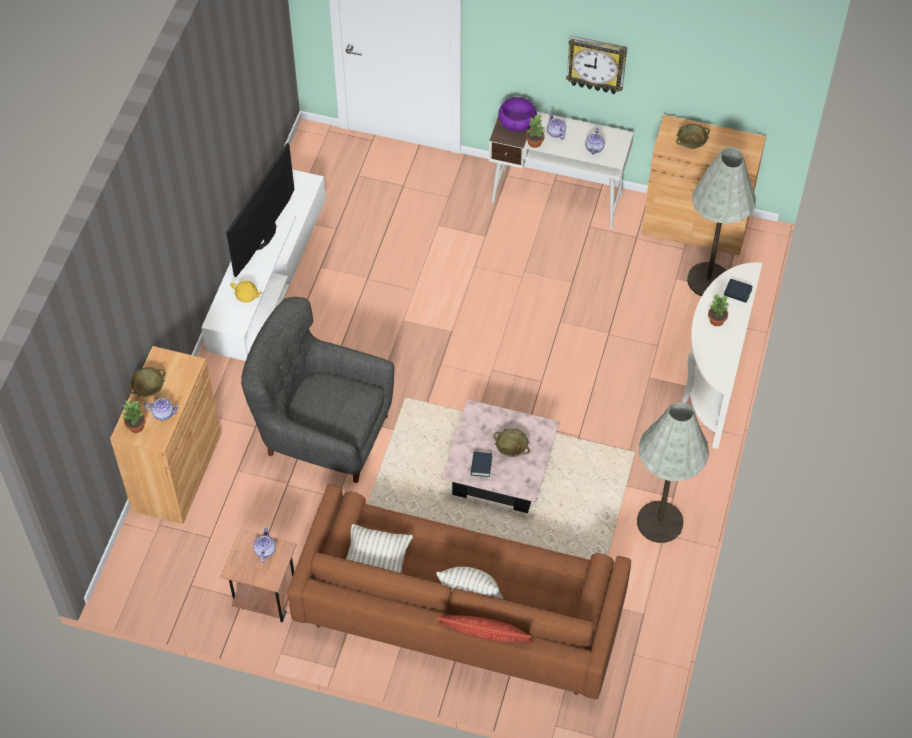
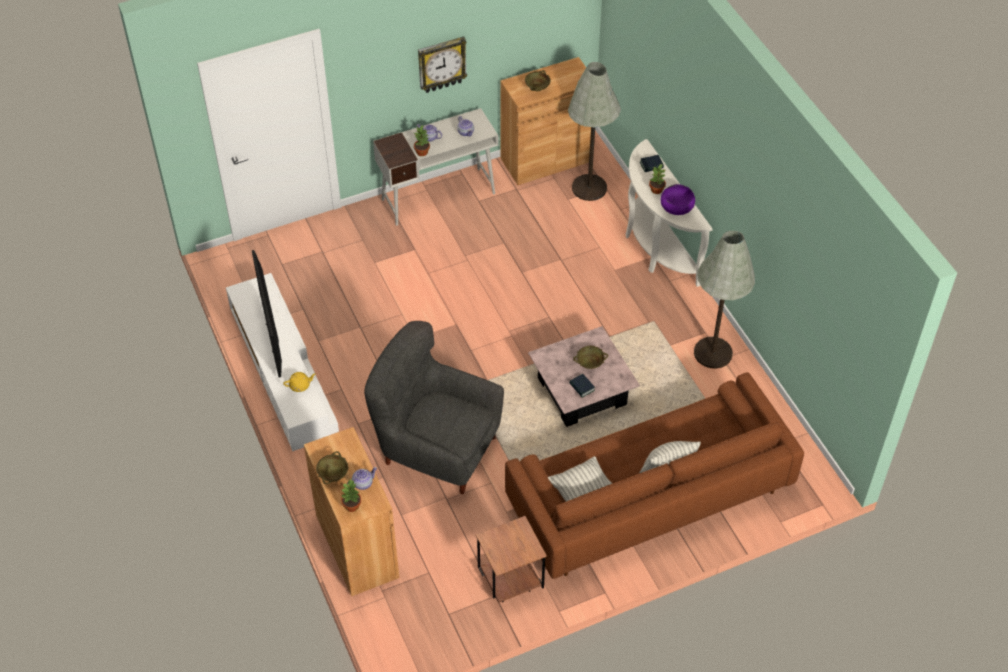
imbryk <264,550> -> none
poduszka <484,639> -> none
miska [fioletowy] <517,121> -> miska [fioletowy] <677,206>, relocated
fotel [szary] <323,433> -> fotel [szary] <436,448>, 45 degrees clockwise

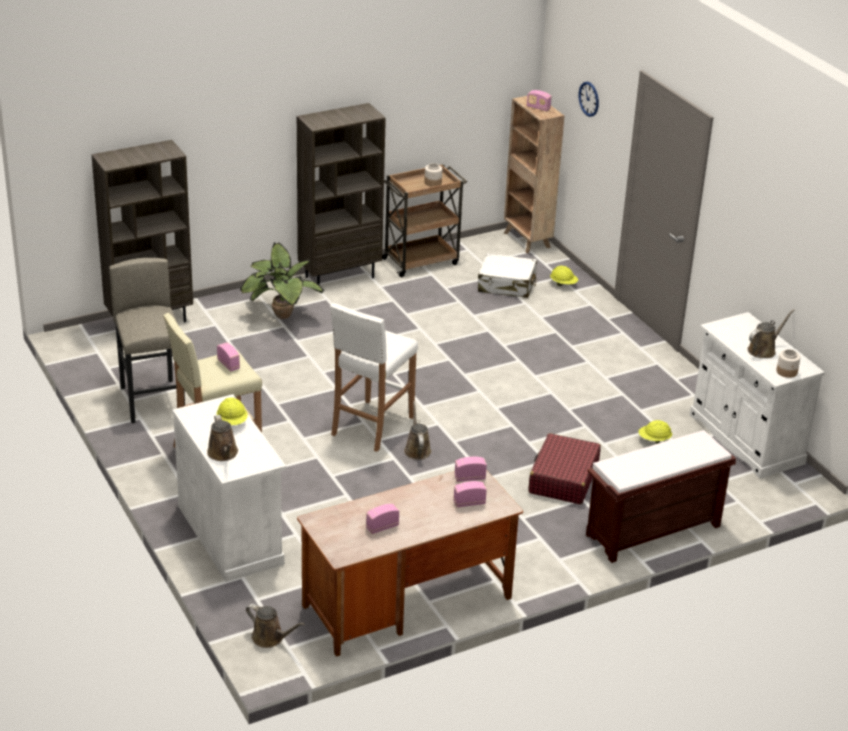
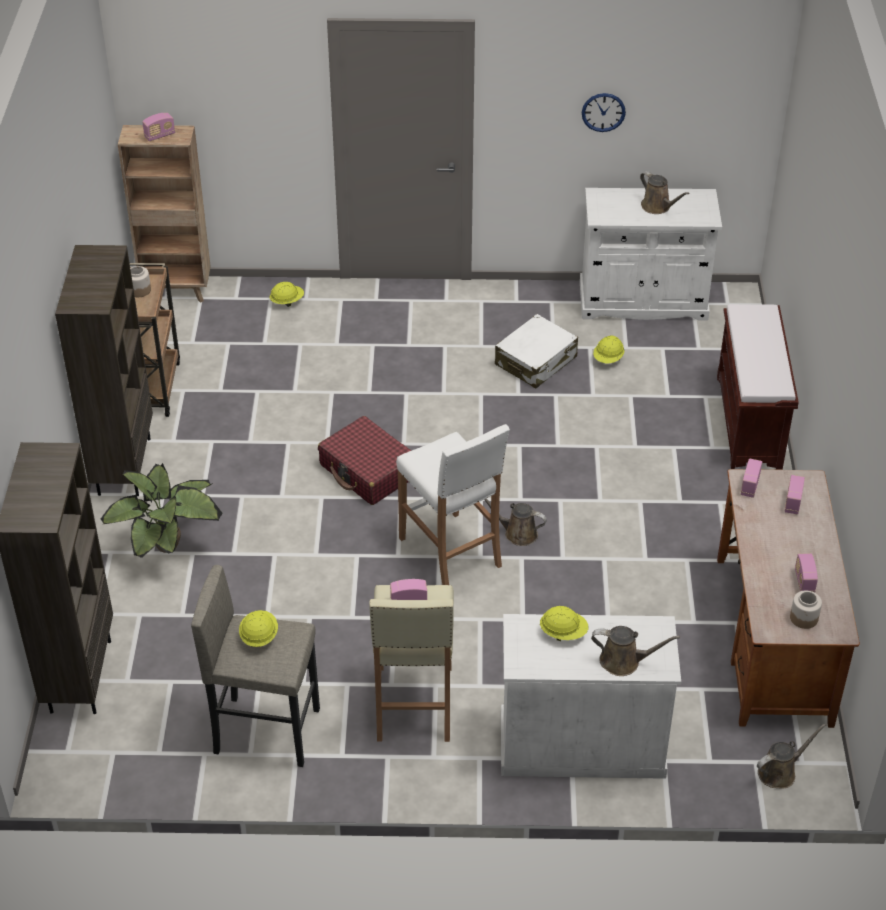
none -> kask [żółty] <259,636>
walizka [biały] <507,285> -> walizka [biały] <536,361>, relocated
walizka [czerwony] <563,479> -> walizka [czerwony] <368,471>, relocated
zegar ścienny <589,99> -> zegar ścienny <603,112>, relocated
słoik <787,372> -> słoik <804,618>, relocated
konewka [brązowy] <763,350> -> konewka [brązowy] <658,207>, 150 degrees clockwise

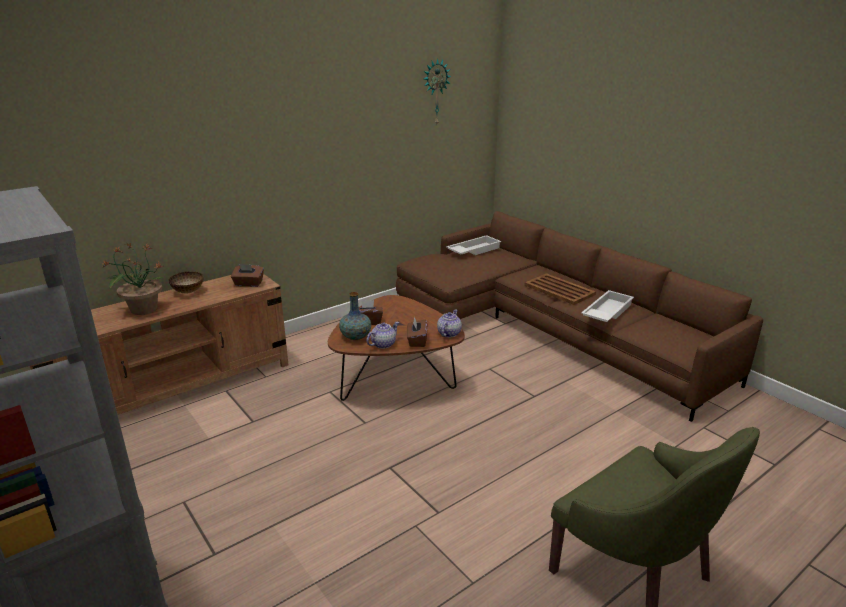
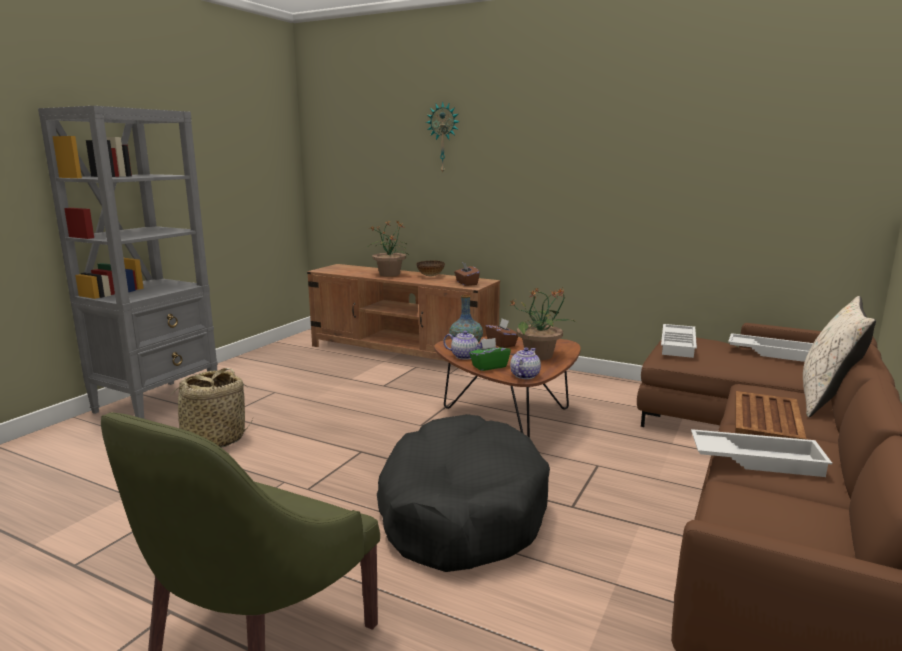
none -> koszyk <213,439>
none -> legowisko [czarny] <460,511>
none -> roślina doniczkowa <540,355>
none -> taca [biały] <679,345>
none -> poduszka [beżowy] <826,400>
zegar ścienny <435,92> -> zegar ścienny <444,138>, relocated
pudełko chusteczek [brązowy] <417,341> -> pudełko chusteczek [zielony] <489,366>
imbryk <448,333> -> imbryk <524,375>, 60 degrees counterclockwise

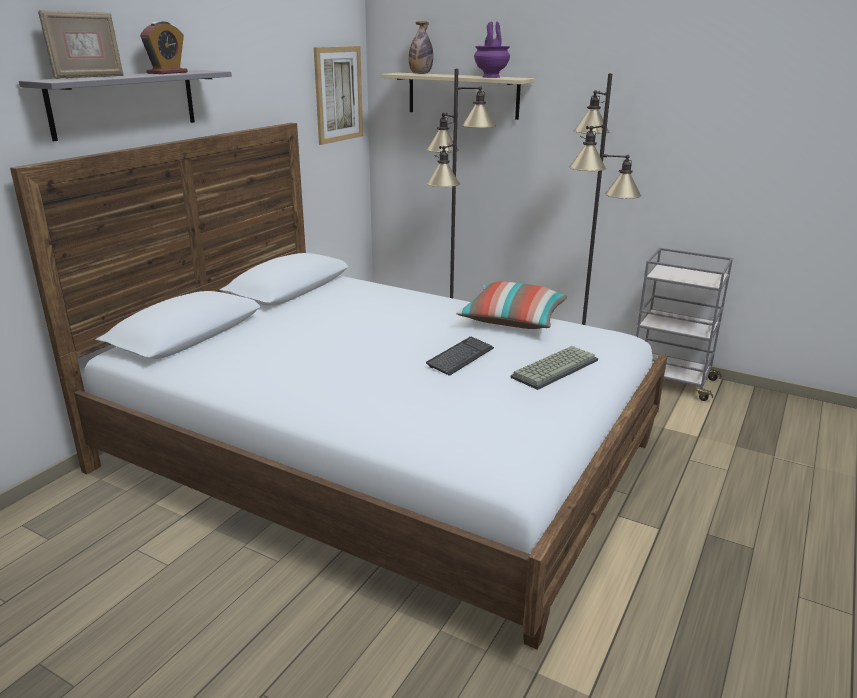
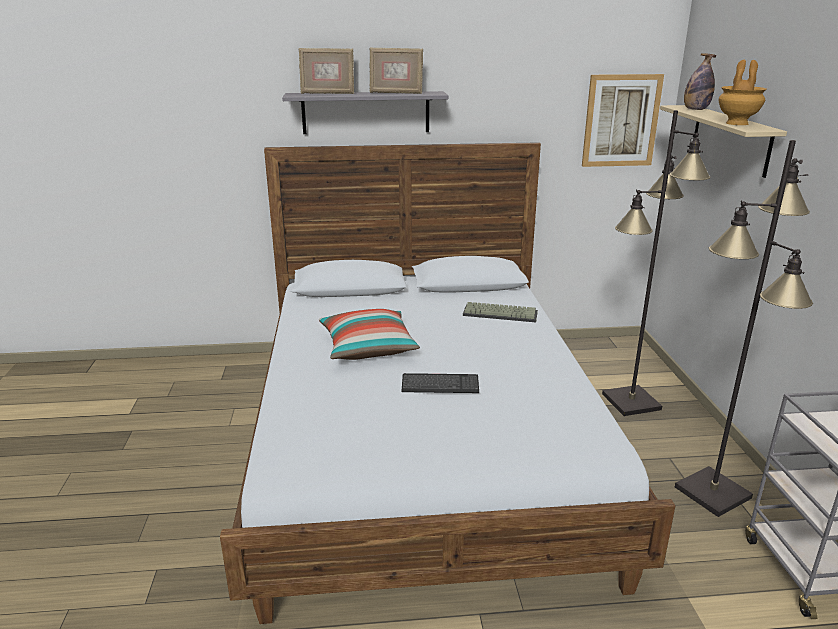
poduszka <512,320> -> poduszka <368,347>, relocated
klawiatura <554,368> -> klawiatura <501,313>, relocated
budzik <167,73> -> ramka na zdjęcie <396,93>
wazon [fioletowy] <490,77> -> wazon [brązowy] <736,123>

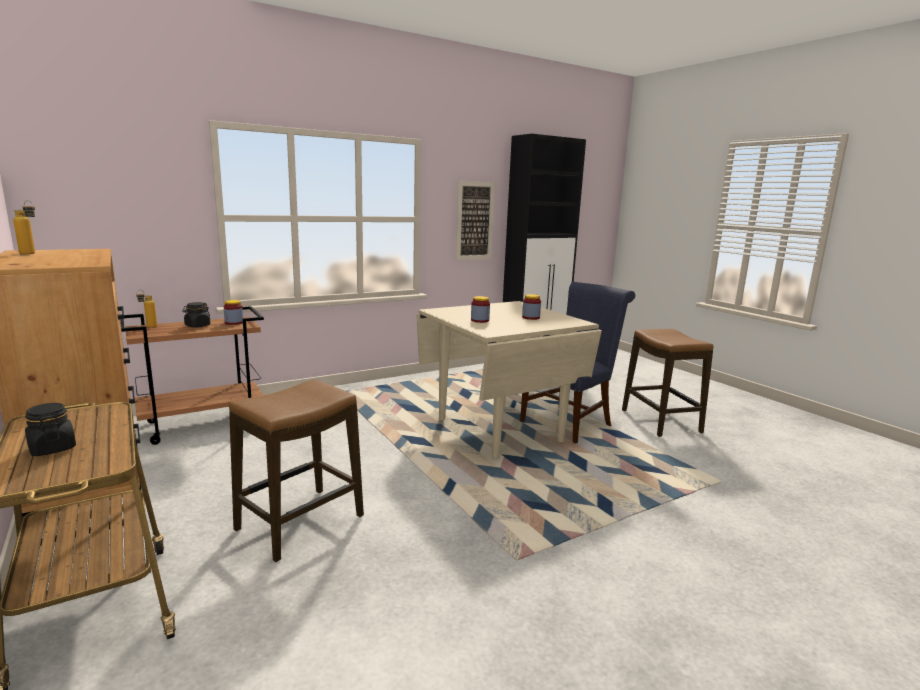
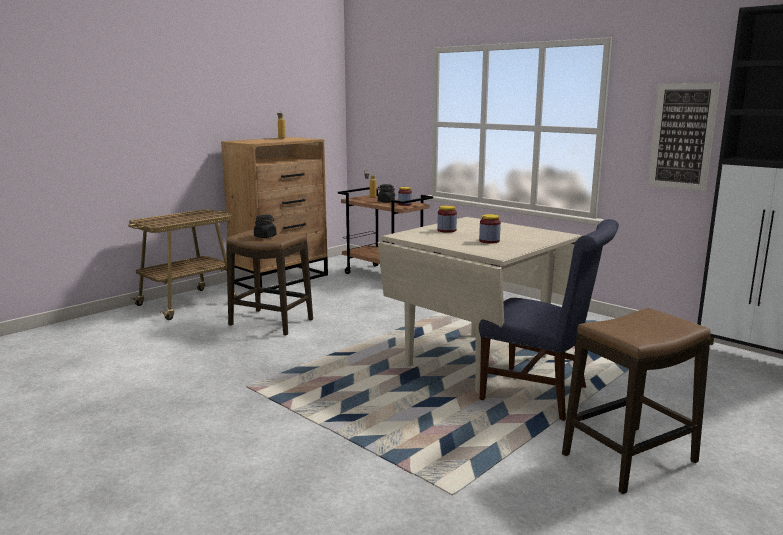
słoik [czarny] <52,448> -> słoik [czarny] <265,236>, relocated

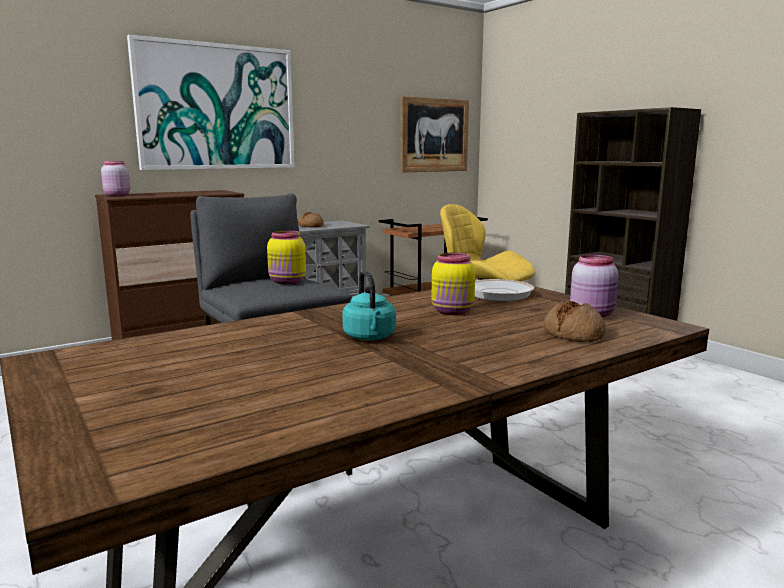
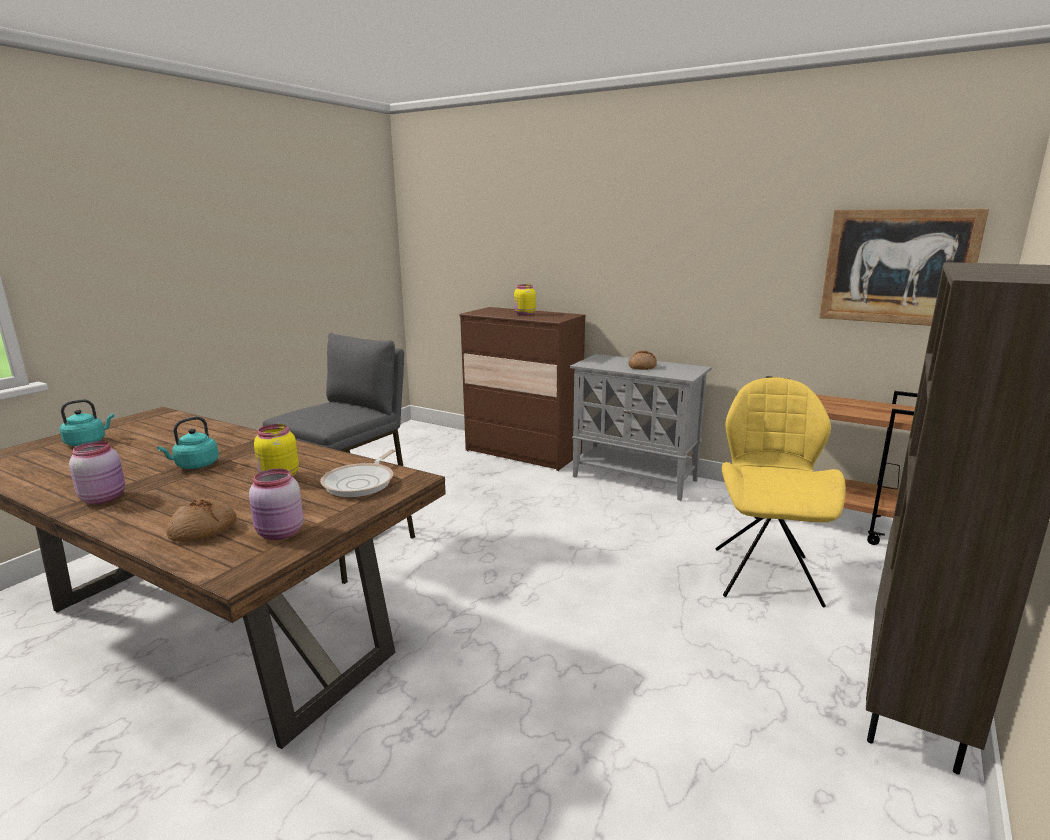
obraz <216,107> -> none
none -> czajnik [turkusowy] <88,442>
słoik [różowy] <117,195> -> słoik [różowy] <105,498>, relocated
słoik [żółty] <287,282> -> słoik [żółty] <524,314>, relocated

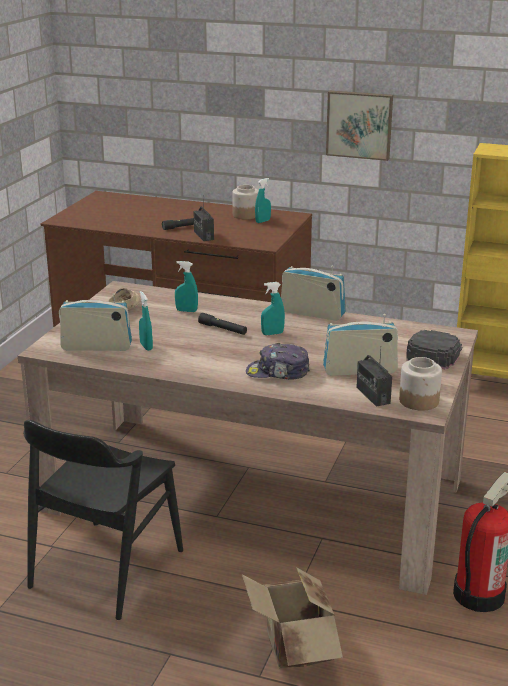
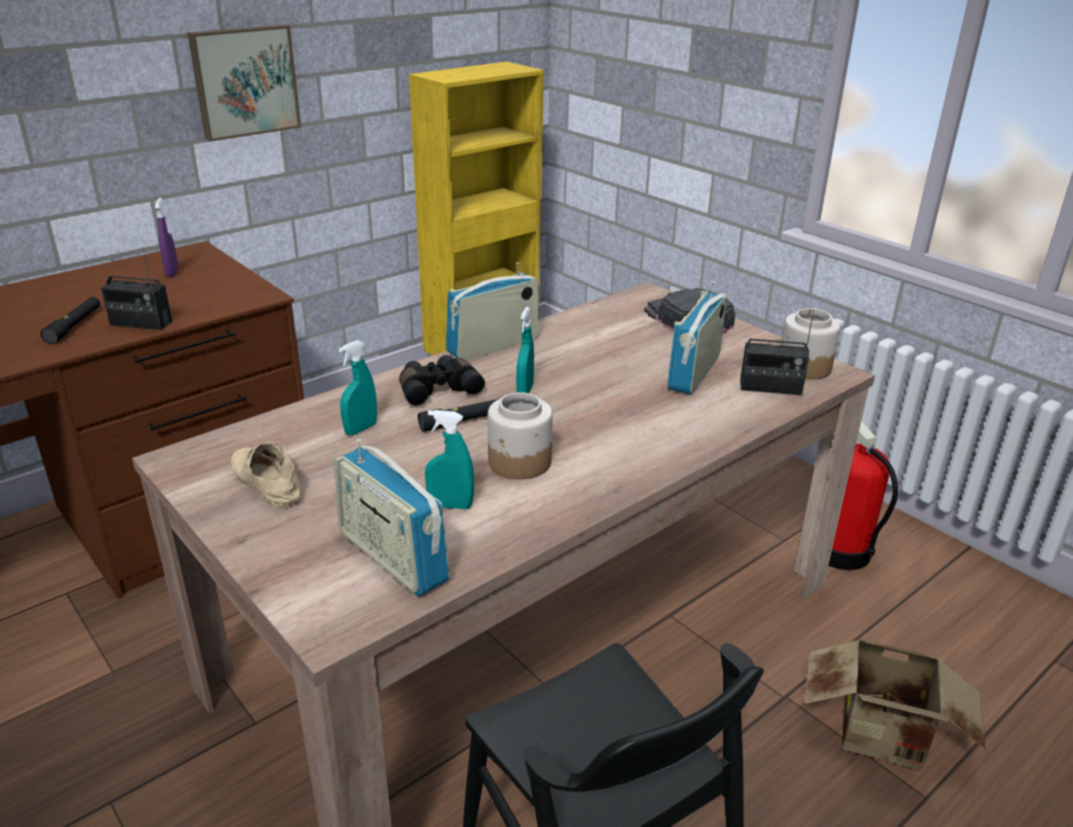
czapka z daszkiem <278,372> -> none
none -> lornetka [czarny] <438,389>
słoik <245,215> -> słoik <519,462>, relocated
spryskiwacz [turkusowy] <263,221> -> spryskiwacz [fioletowy] <172,273>
radio <96,347> -> radio <392,558>, 75 degrees counterclockwise

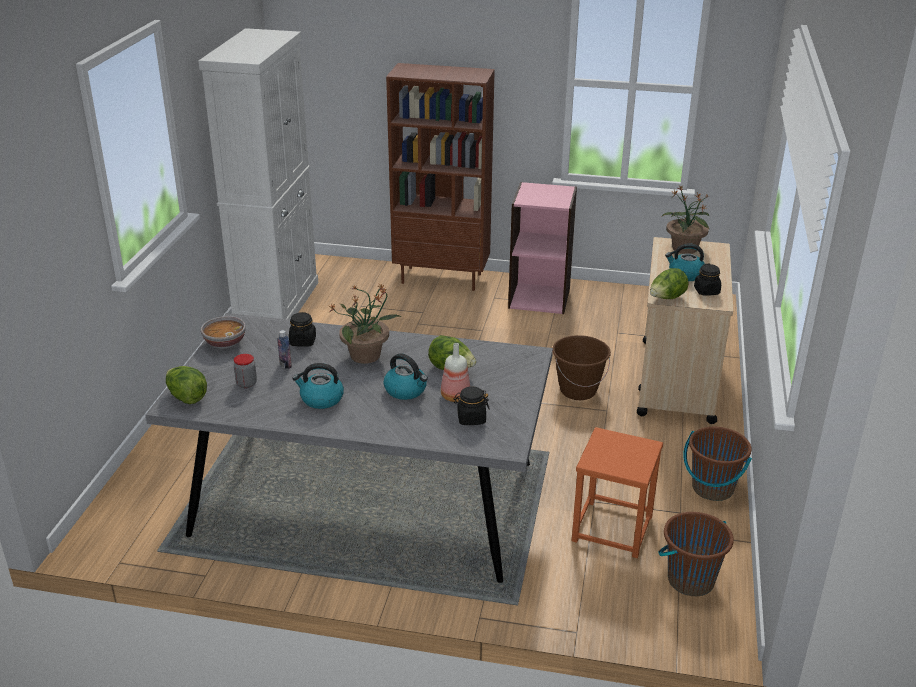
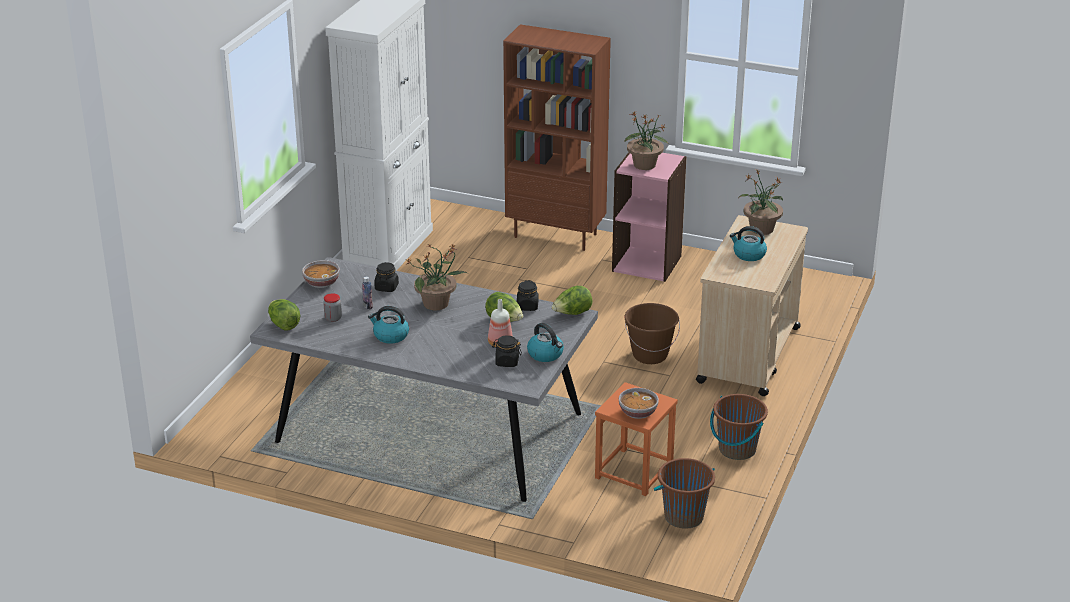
none -> miska <637,413>
none -> roślina doniczkowa <644,165>
czajnik <406,390> -> czajnik <546,354>, relocated
sałata <666,299> -> sałata <572,314>, relocated
słoik [czarny] <706,291> -> słoik [czarny] <527,306>, relocated

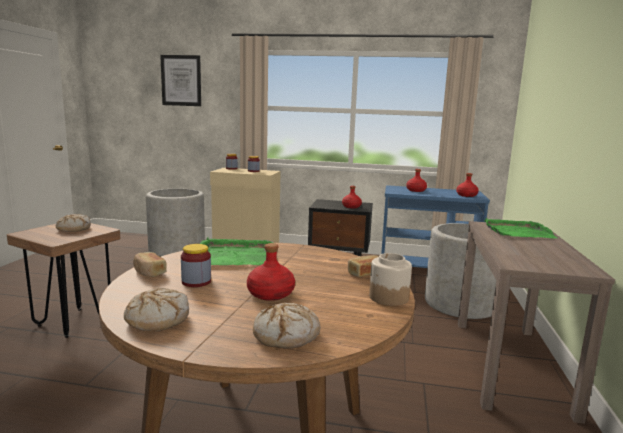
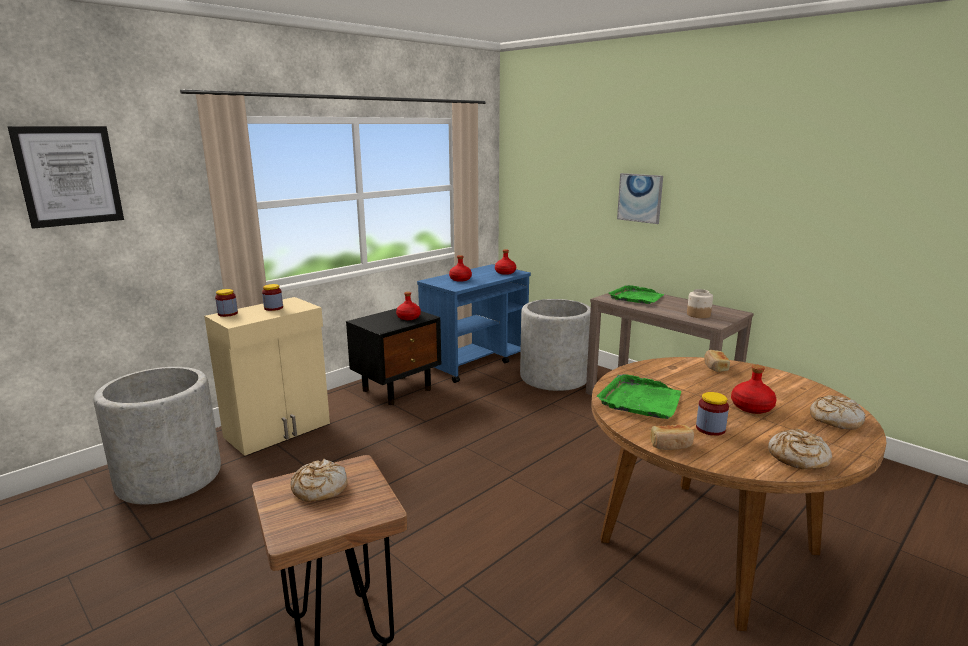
none -> obraz <640,198>
słoik <388,297> -> słoik <698,315>, relocated

